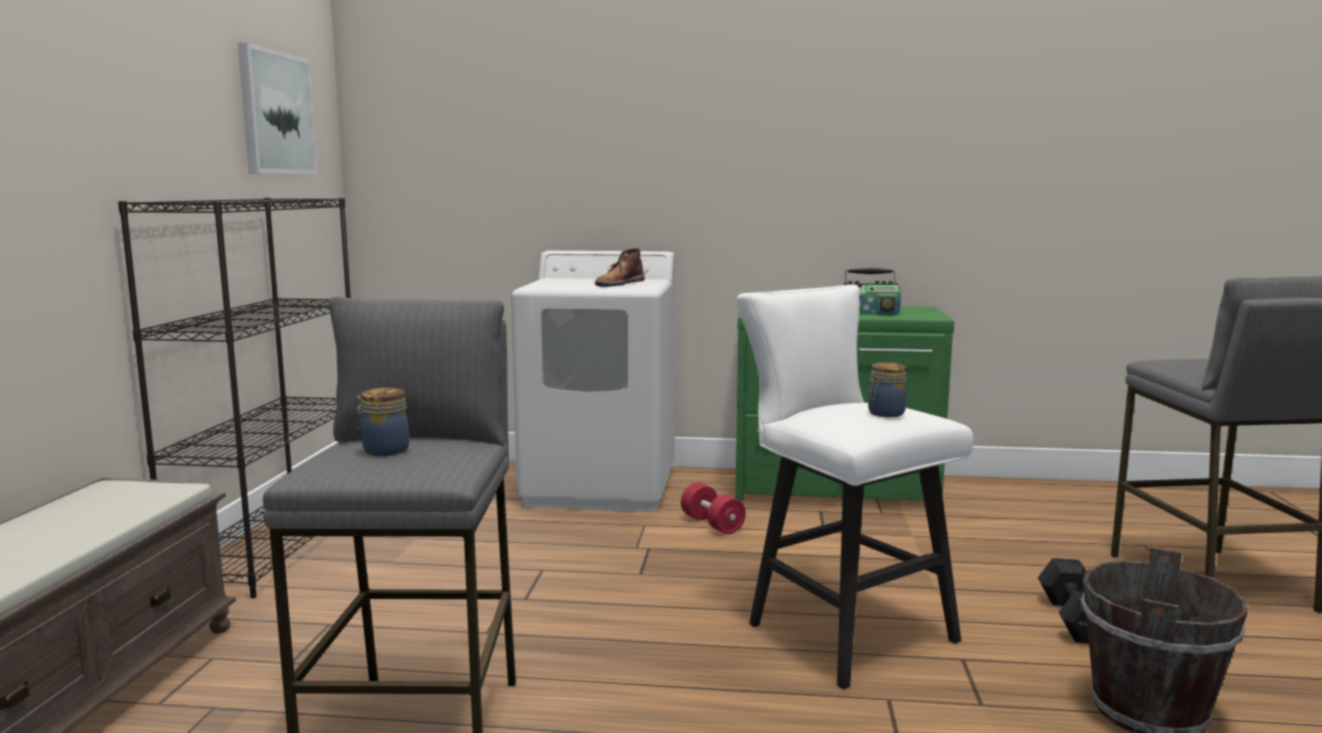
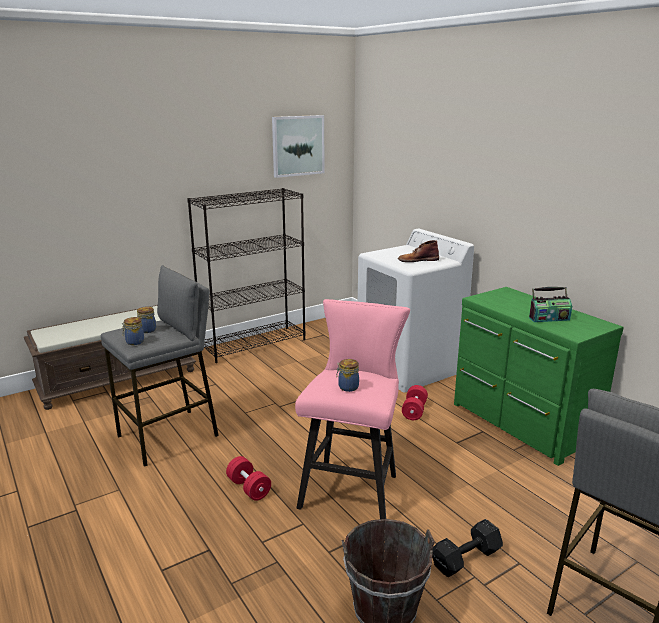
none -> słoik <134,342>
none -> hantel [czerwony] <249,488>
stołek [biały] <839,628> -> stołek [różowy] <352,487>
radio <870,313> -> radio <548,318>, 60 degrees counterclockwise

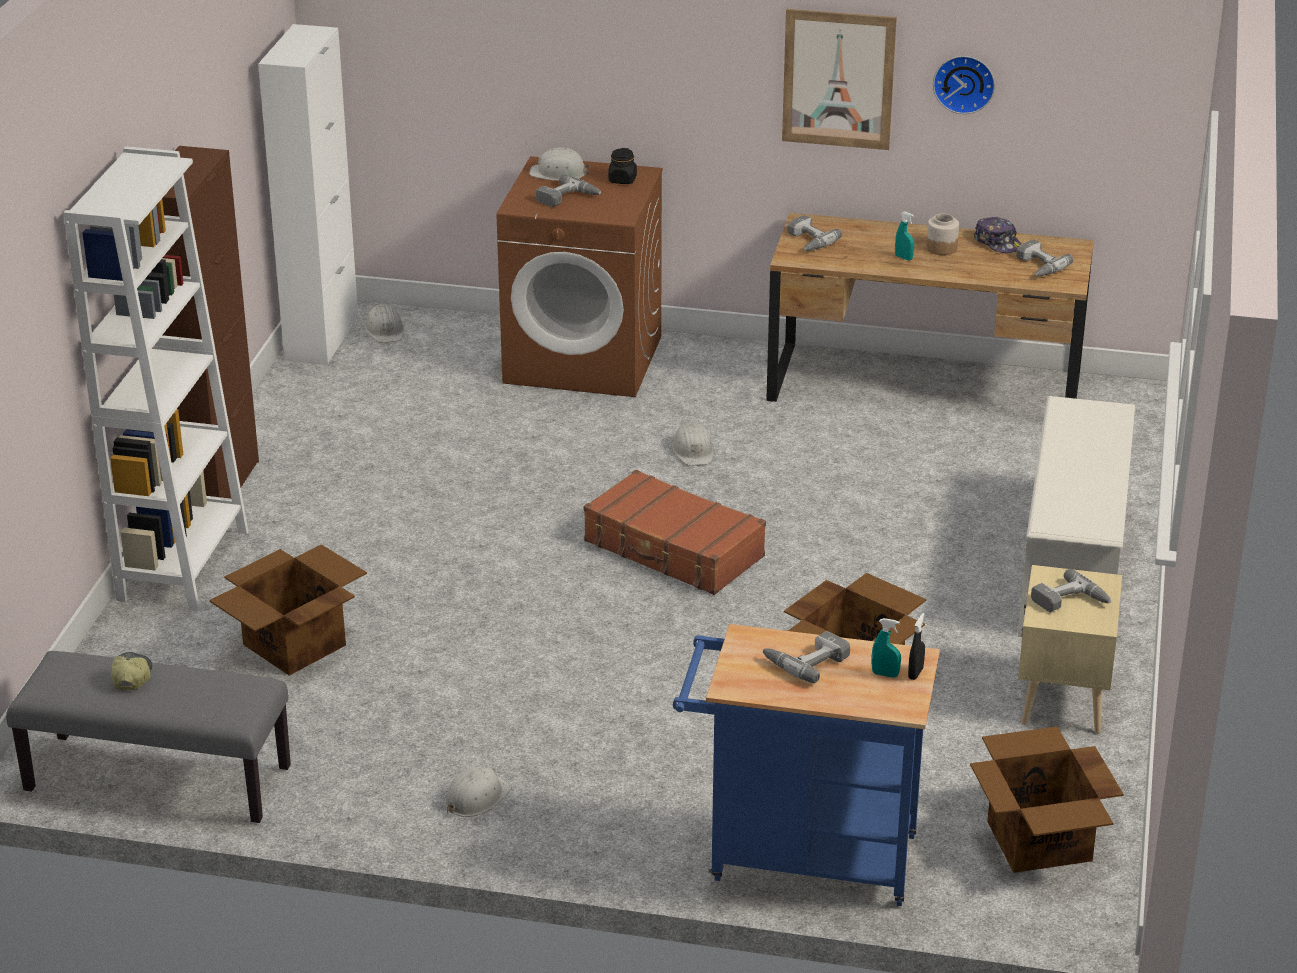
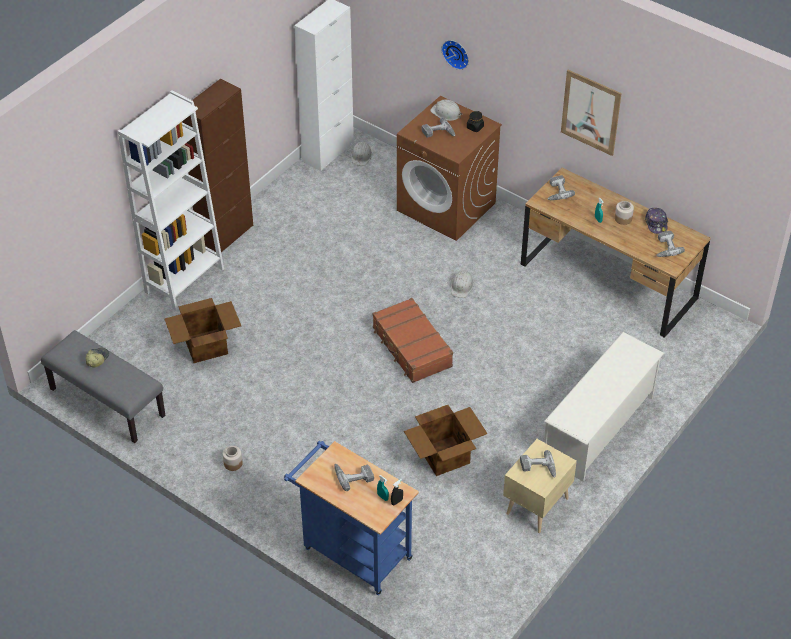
karton <1039,842> -> none
zegar ścienny <964,83> -> zegar ścienny <456,53>, relocated
kask [biały] <476,798> -> słoik <233,463>

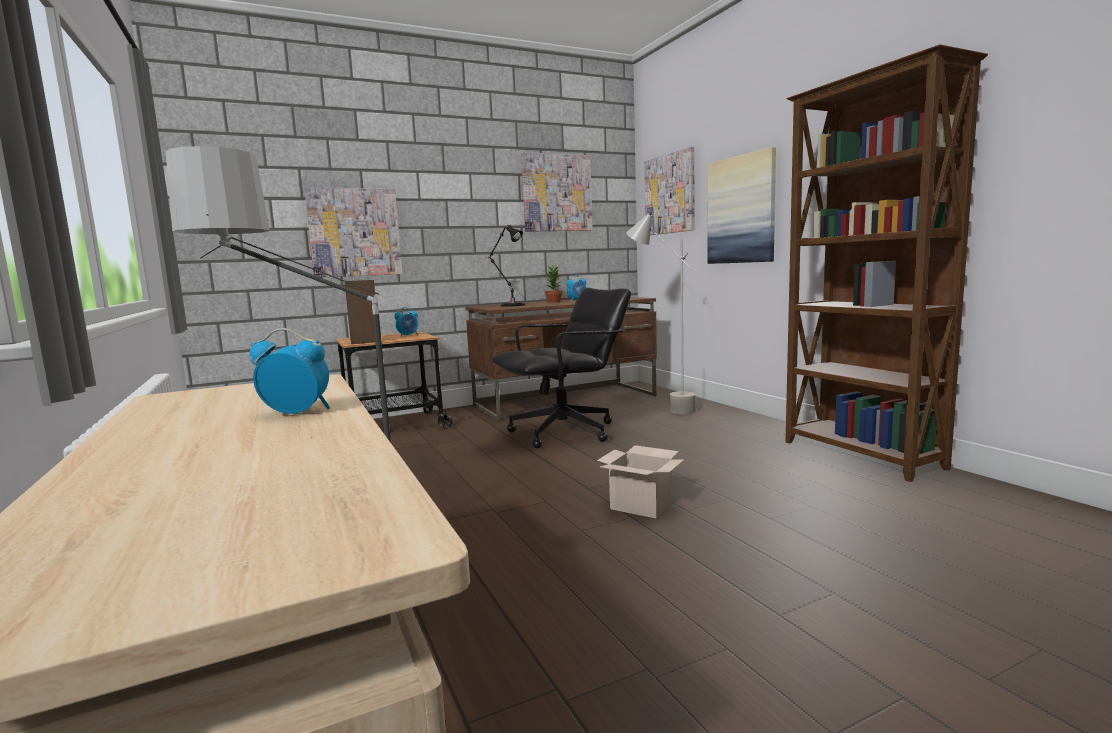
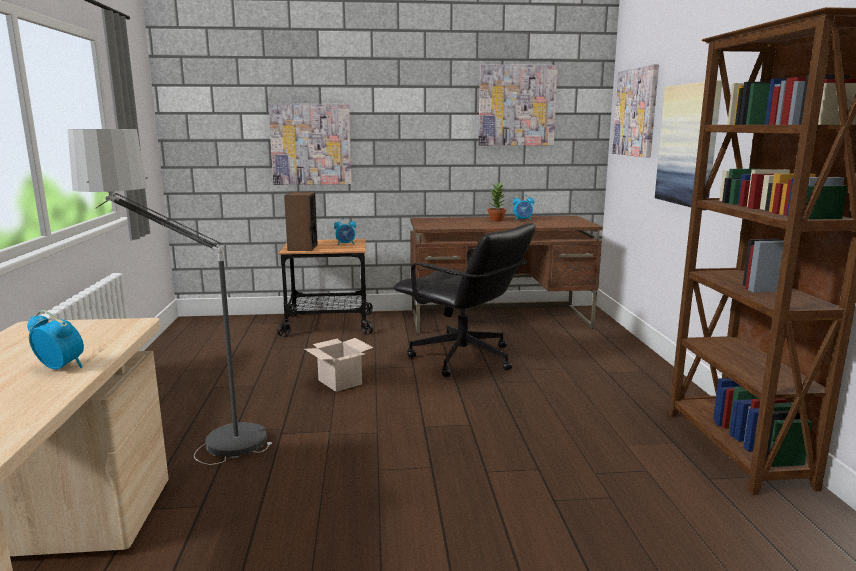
lampa stołowa [czarny] <511,305> -> none
lampa stojąca [szary] <662,408> -> none
karton <642,506> -> karton <341,382>, relocated
krzesło biurowe [czarny] <565,432> -> krzesło biurowe [czarny] <463,359>, 45 degrees clockwise

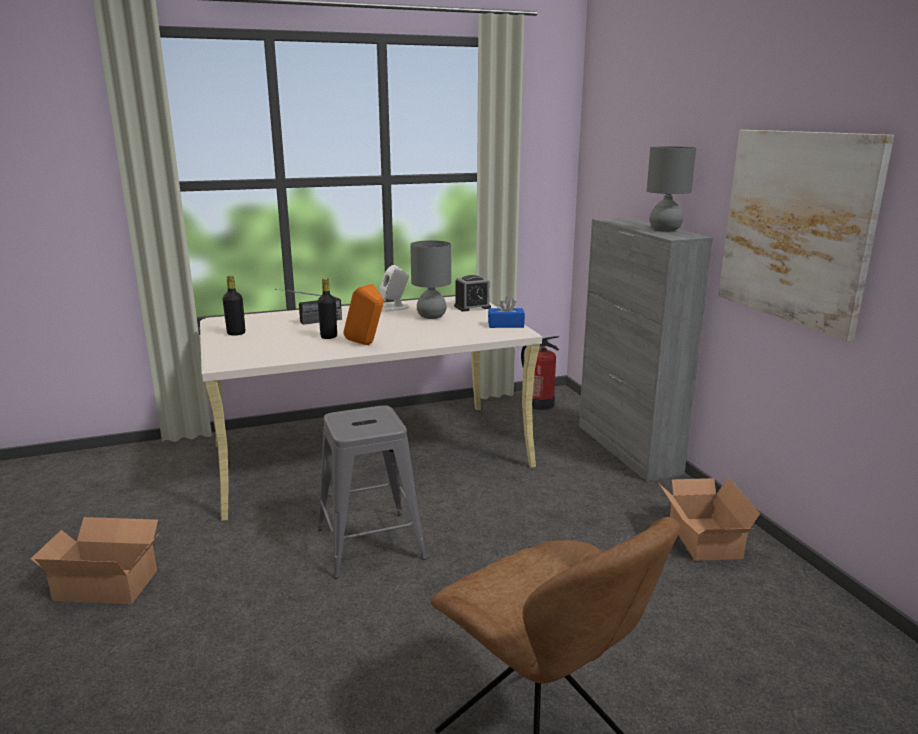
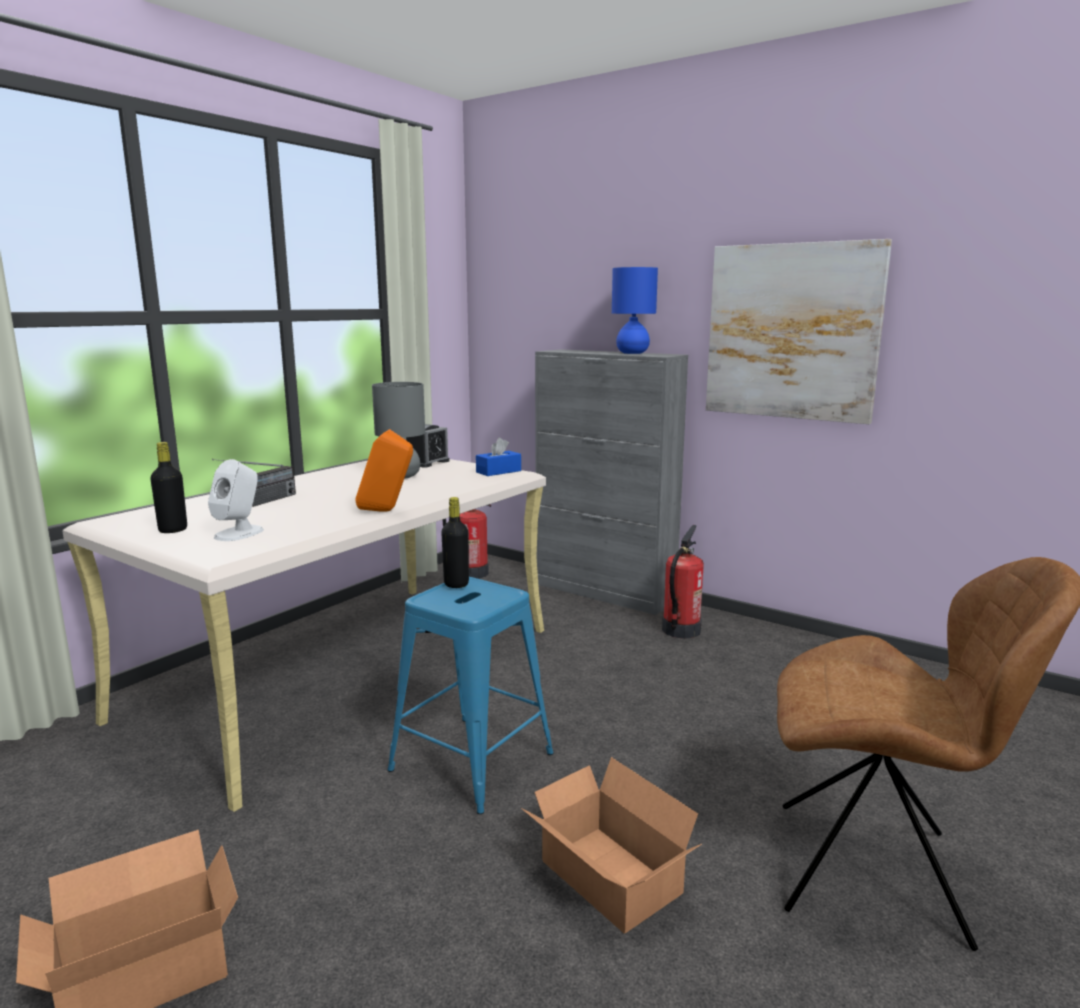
none -> gaśnica <680,630>
butelka [czarny] <329,336> -> butelka [czarny] <456,584>, relocated
głośnik [biały] <395,308> -> głośnik [biały] <239,533>, relocated
karton <702,540> -> karton <609,881>, relocated
stołek [szary] <370,543> -> stołek [niebieski] <471,761>
lampa stołowa [szary] <665,230> -> lampa stołowa [niebieski] <632,353>

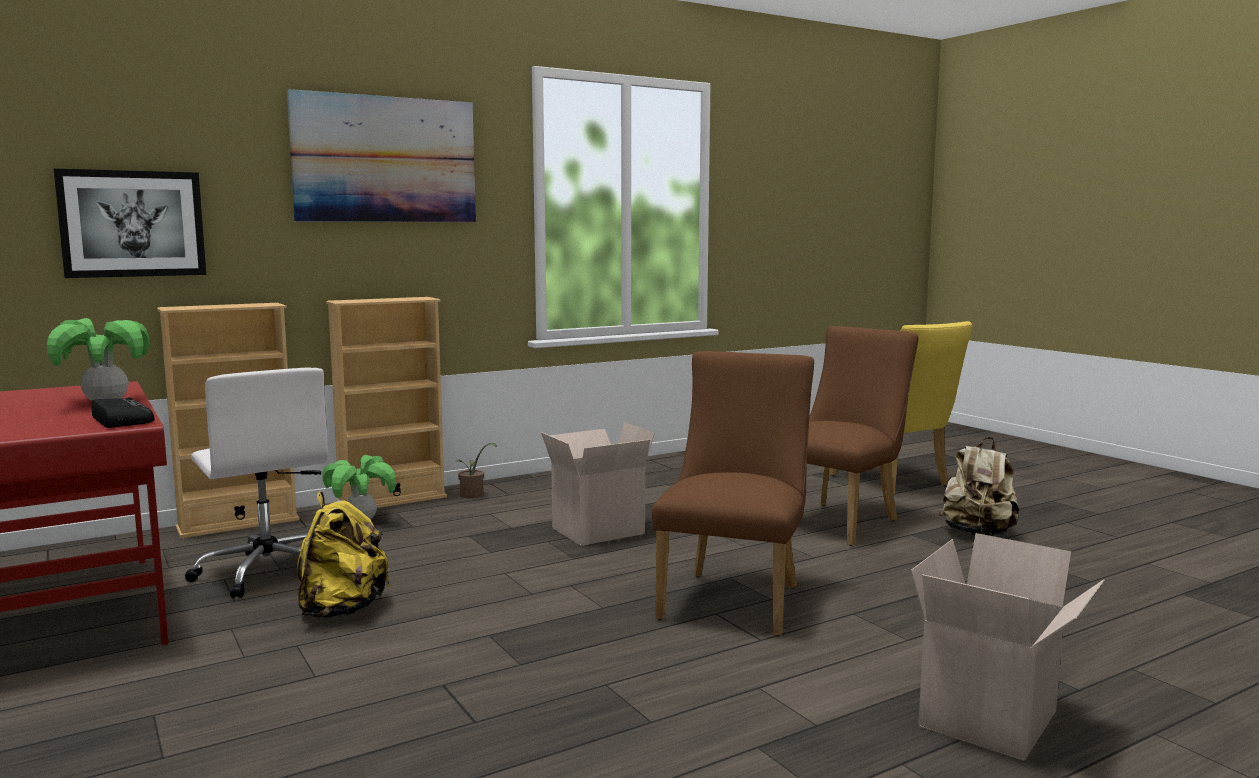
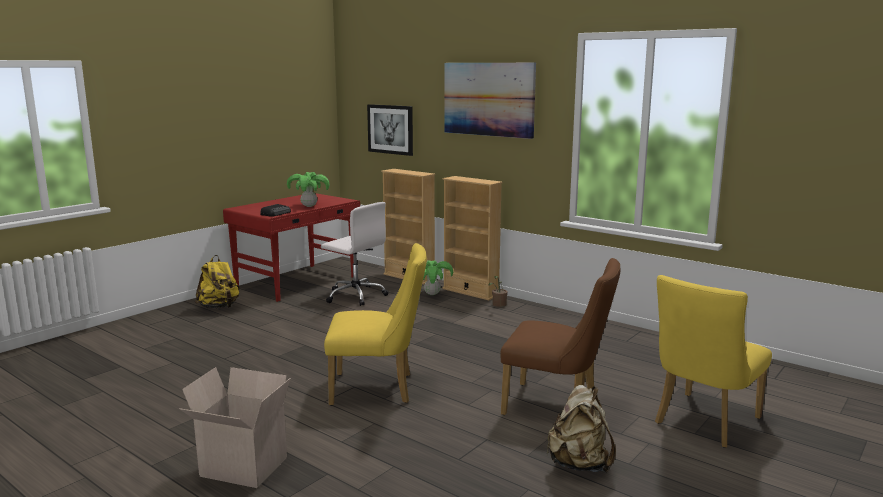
karton <598,530> -> none
plecak [żółty] <342,610> -> plecak [żółty] <219,307>, relocated
krzesło [brązowy] <735,598> -> krzesło [żółty] <379,389>
krzesło biurowe [biały] <267,571> -> krzesło biurowe [biały] <355,295>, 90 degrees counterclockwise

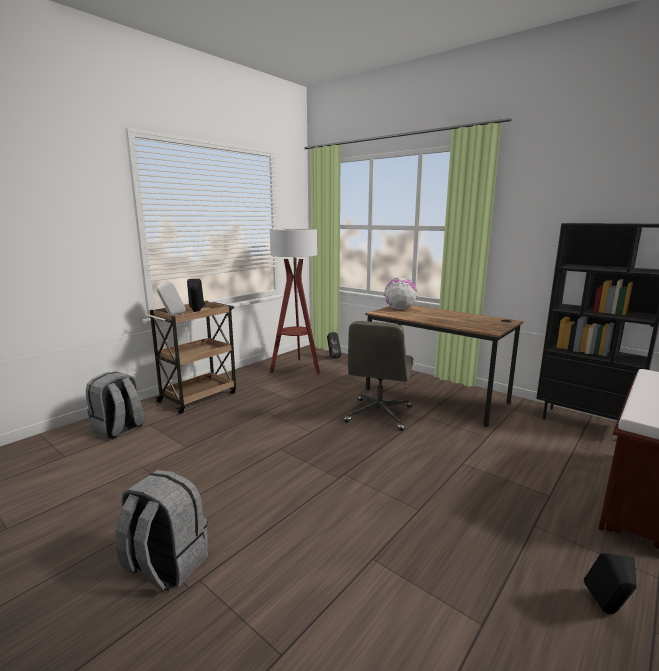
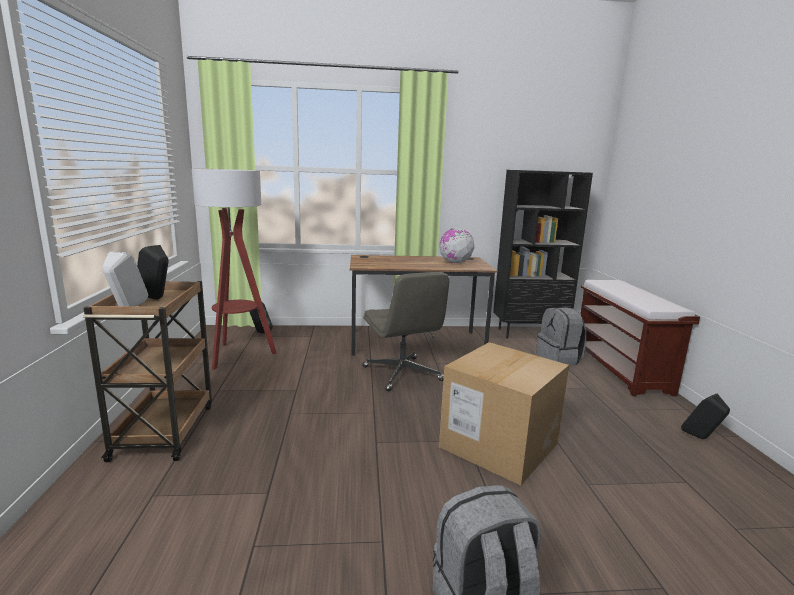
none -> karton <499,445>
plecak [szary] <119,429> -> plecak [szary] <559,359>, relocated
globus <399,309> -> globus <455,263>, relocated

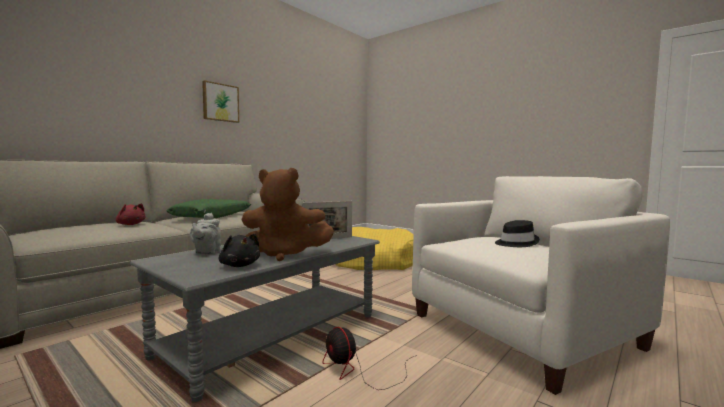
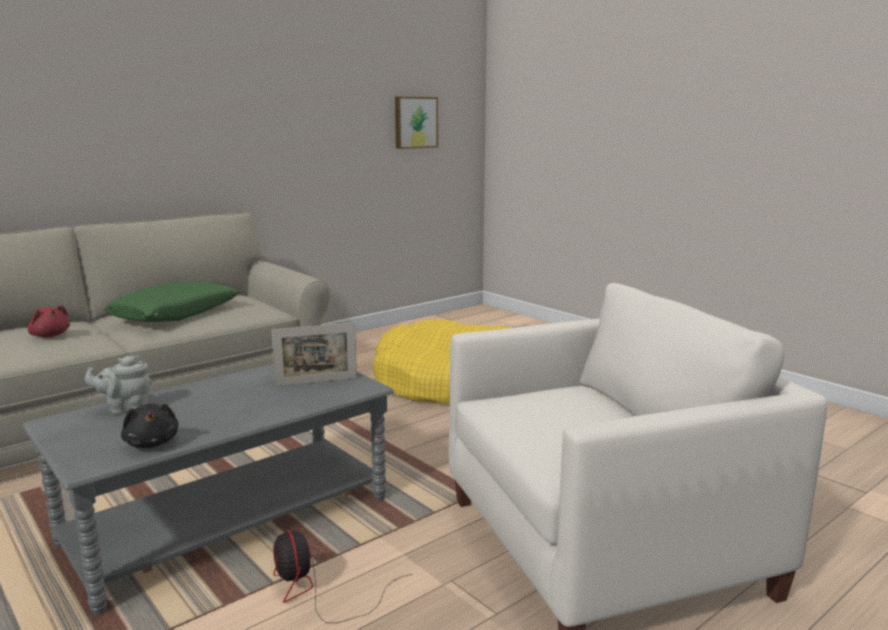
pluszak [brązowy] <285,254> -> none
kapelusz [czarny] <515,243> -> none
obraz <220,102> -> obraz <415,122>, relocated
imbryk [szary] <206,252> -> imbryk [szary] <125,409>, 60 degrees clockwise

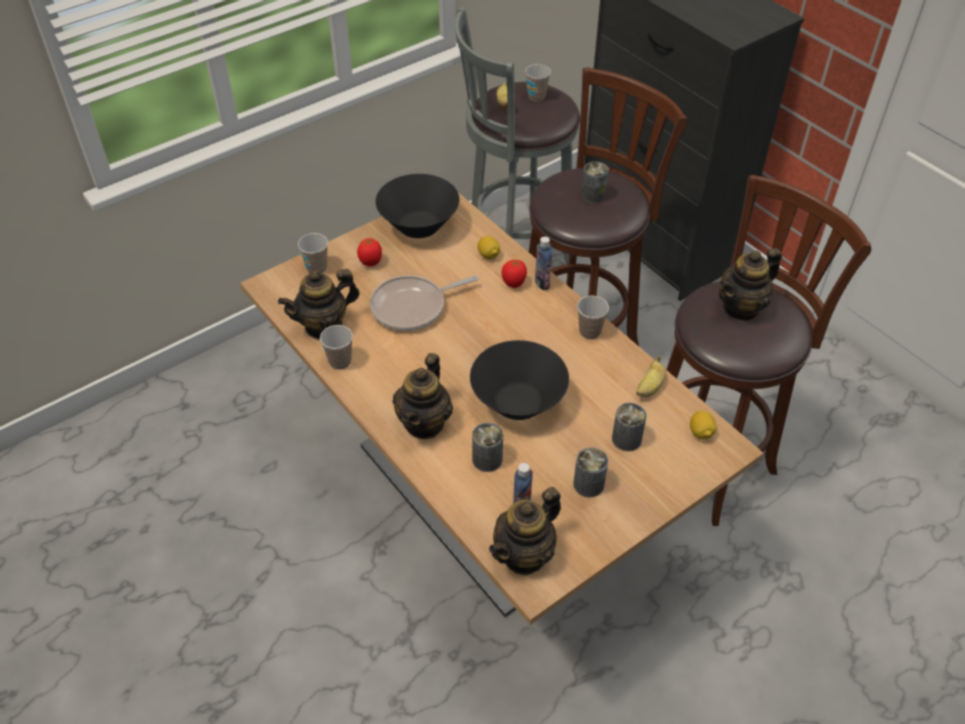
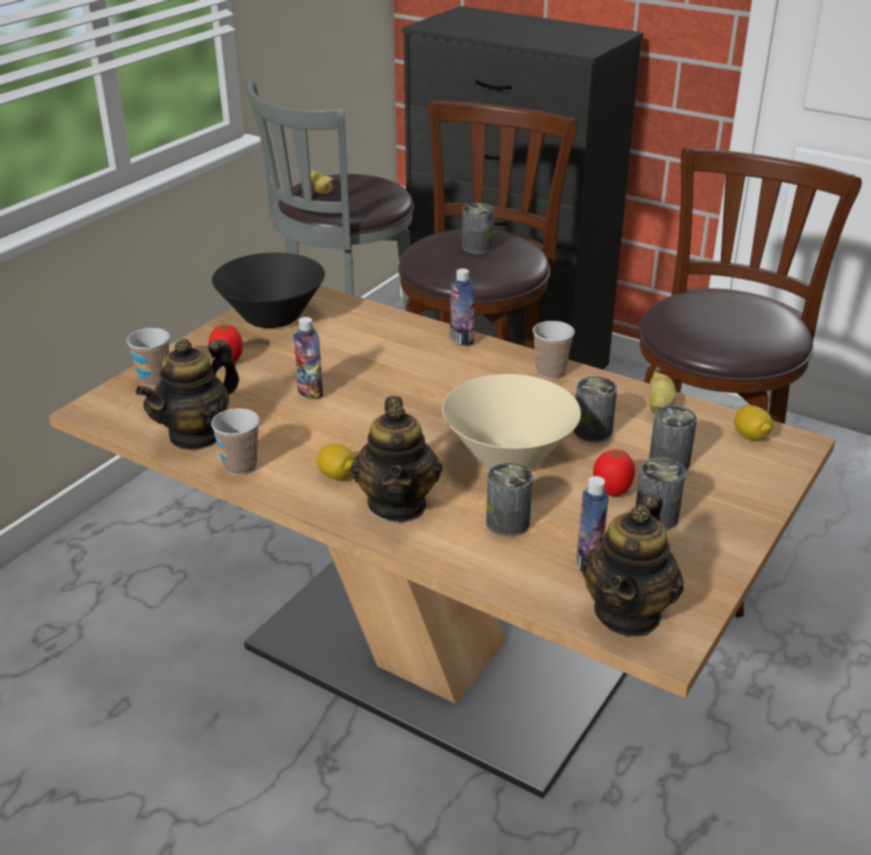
filiżanka <536,96> -> none
imbryk <741,308> -> none
none -> puszka <592,431>
cytryna <488,255> -> cytryna <337,475>, relocated
pomidor <514,284> -> pomidor <612,492>, relocated
patelnia <413,307> -> butelka <310,392>
miska [czarny] <518,403> -> miska [beżowy] <509,457>

